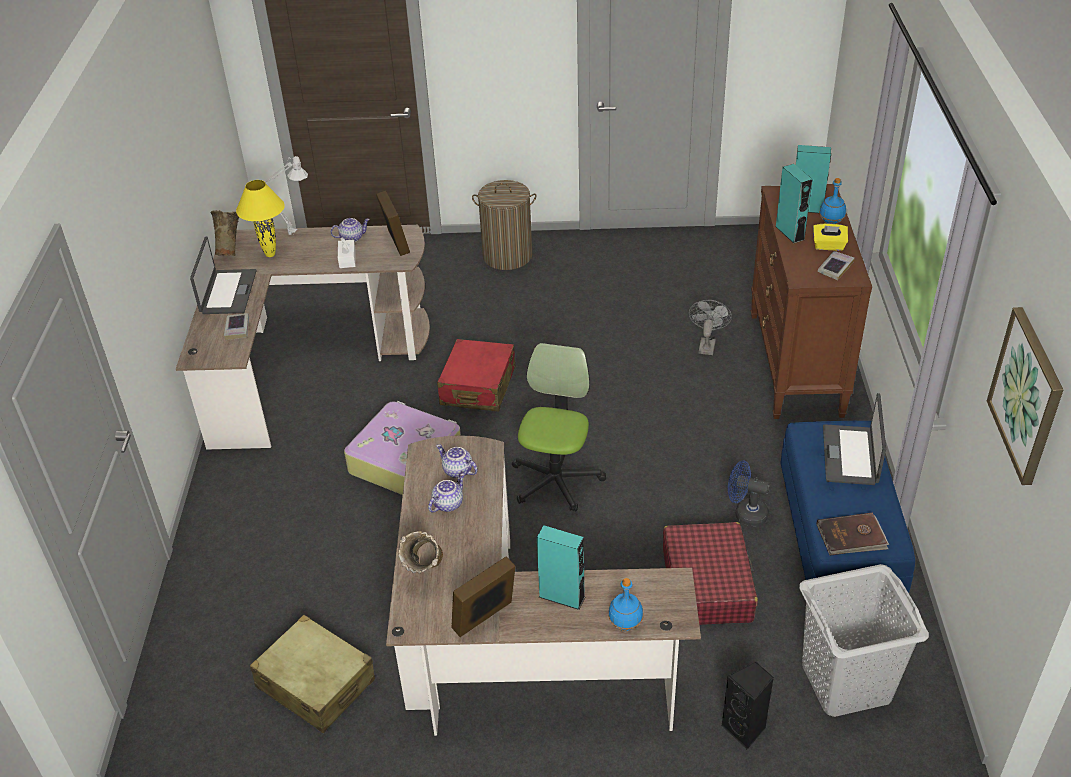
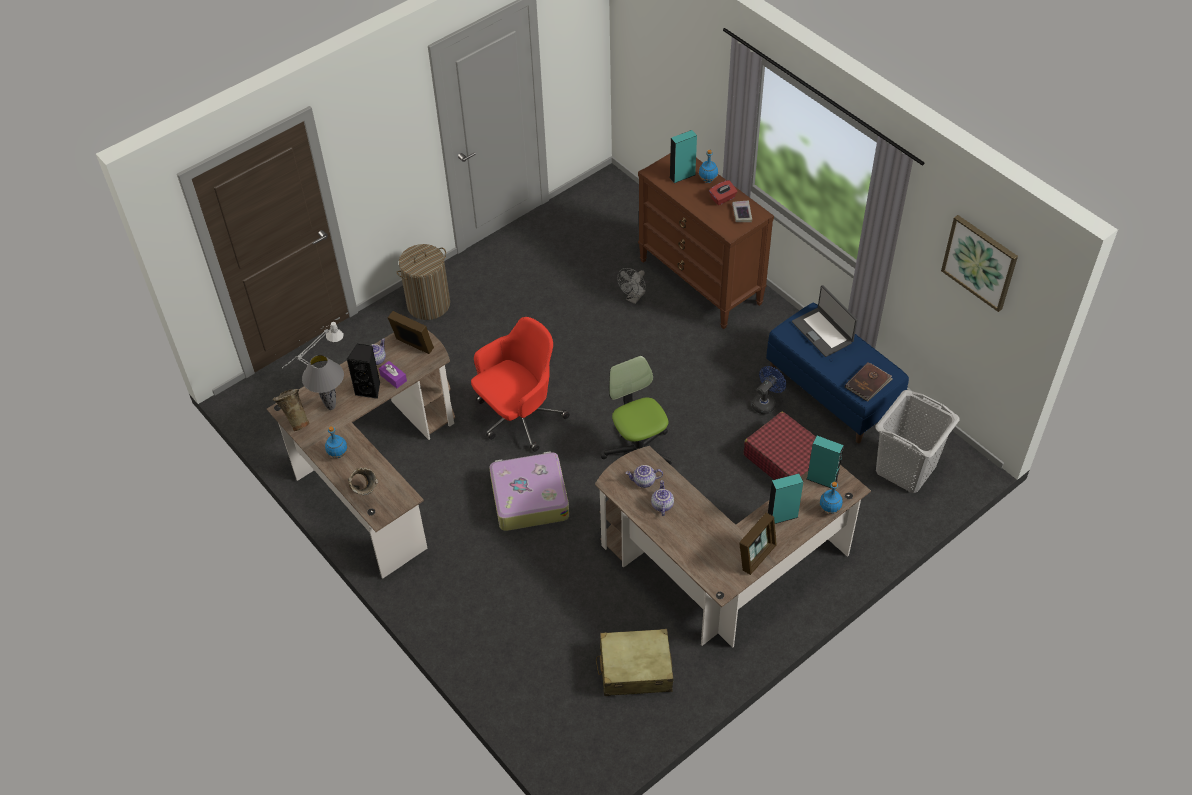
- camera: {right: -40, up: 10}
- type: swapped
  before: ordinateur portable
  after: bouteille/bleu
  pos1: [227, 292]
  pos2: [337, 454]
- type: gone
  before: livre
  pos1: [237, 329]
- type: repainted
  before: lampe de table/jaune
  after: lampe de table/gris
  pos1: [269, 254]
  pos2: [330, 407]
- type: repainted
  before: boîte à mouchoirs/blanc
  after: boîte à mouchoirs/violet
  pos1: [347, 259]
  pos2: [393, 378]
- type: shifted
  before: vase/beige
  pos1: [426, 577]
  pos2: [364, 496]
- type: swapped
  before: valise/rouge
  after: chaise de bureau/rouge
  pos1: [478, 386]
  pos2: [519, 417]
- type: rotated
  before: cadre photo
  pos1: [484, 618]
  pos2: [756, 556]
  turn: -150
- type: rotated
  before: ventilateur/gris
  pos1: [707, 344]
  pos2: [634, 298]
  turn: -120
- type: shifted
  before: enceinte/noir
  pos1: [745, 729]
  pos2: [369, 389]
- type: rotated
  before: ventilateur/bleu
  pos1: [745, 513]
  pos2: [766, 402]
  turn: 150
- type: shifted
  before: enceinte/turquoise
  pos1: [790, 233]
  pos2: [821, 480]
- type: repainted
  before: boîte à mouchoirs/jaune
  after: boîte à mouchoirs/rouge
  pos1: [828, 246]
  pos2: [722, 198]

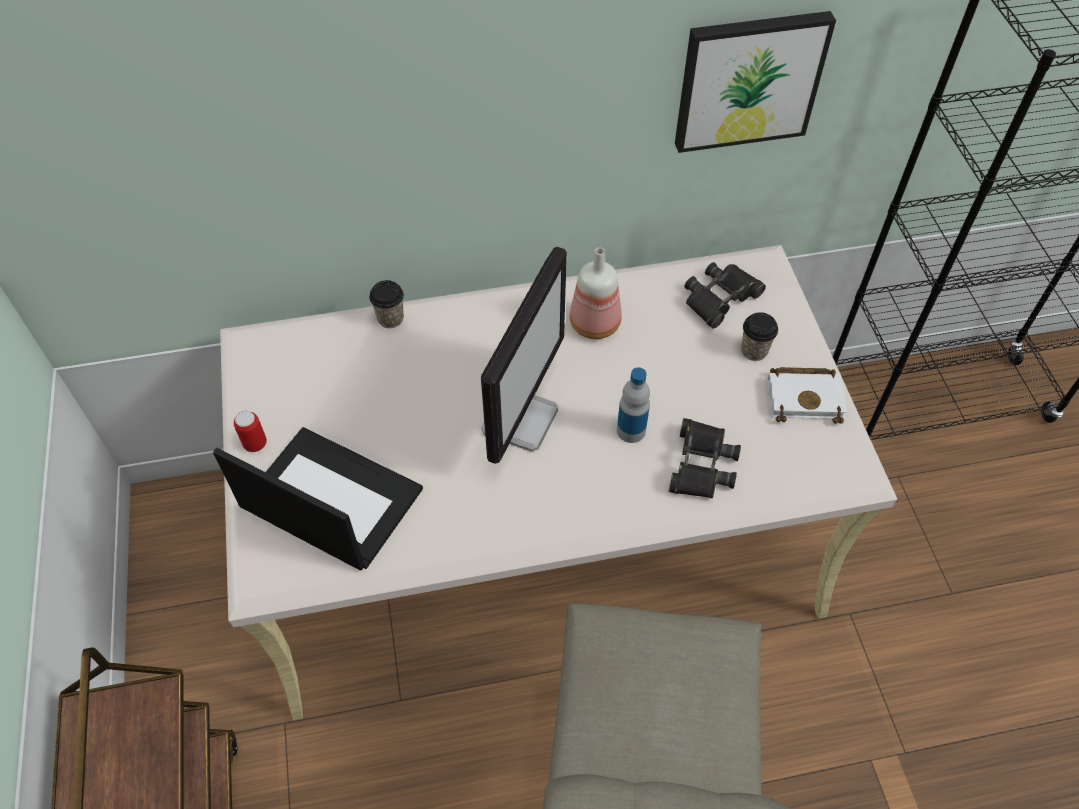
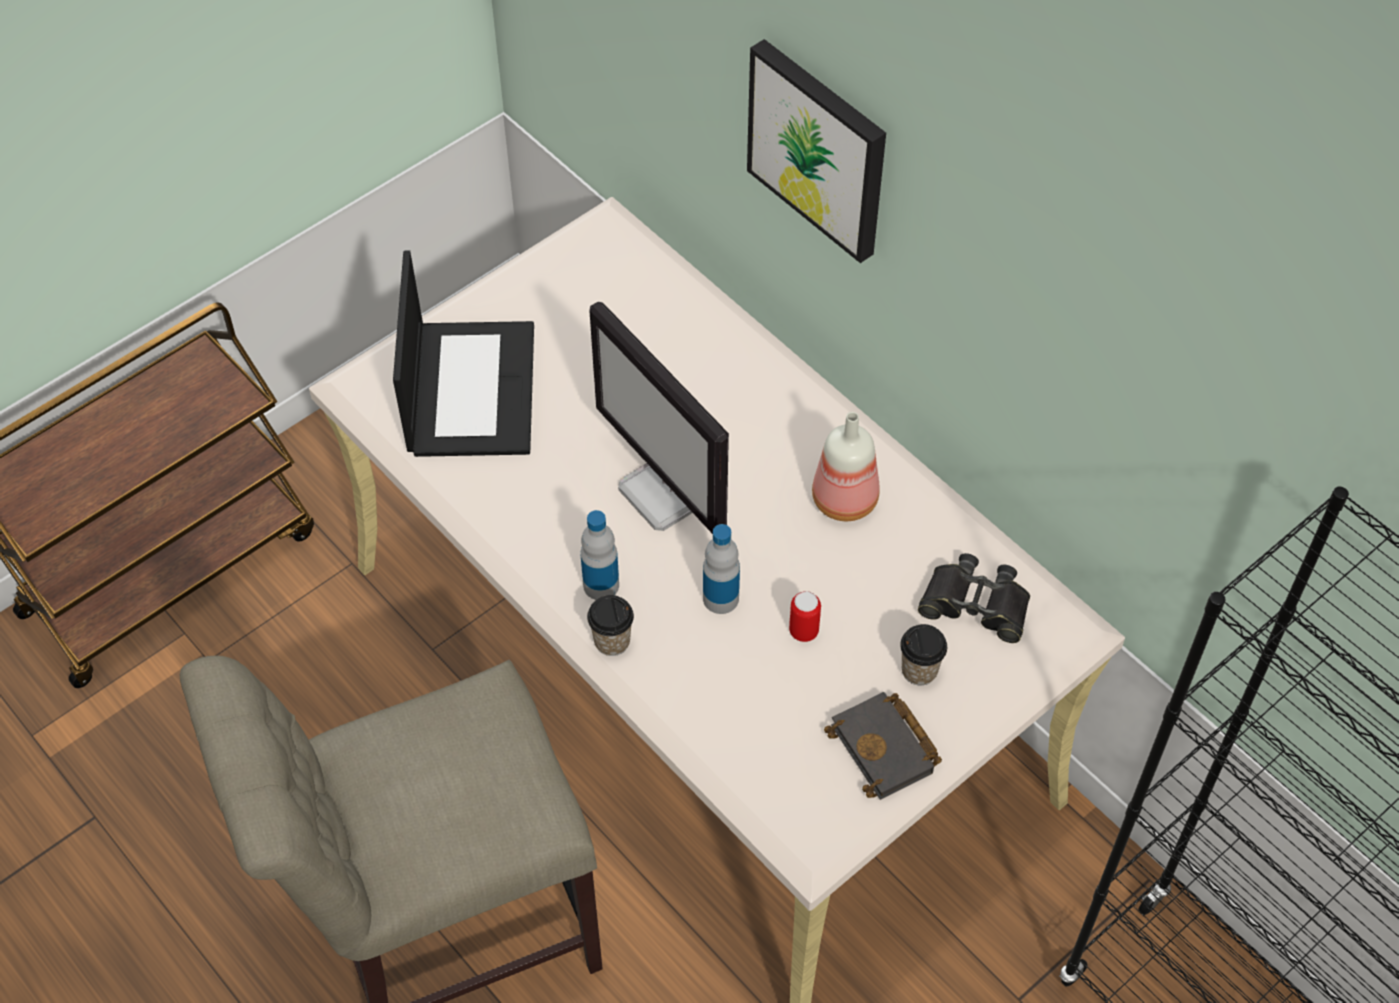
- camera: {right: 60, up: 0}
- type: shifted
  before: boîte métallique
  pos1: [255, 444]
  pos2: [803, 631]
- type: shifted
  before: tasse
  pos1: [390, 318]
  pos2: [612, 641]
- type: rotated
  before: écran d'ordinateur
  pos1: [520, 418]
  pos2: [668, 493]
  turn: 60
- type: gone
  before: jumelles/noir
  pos1: [701, 465]
- type: shifted
  before: tableau
  pos1: [748, 80]
  pos2: [819, 148]
- type: repainted
  before: livre/blanc
  after: livre/noir
  pos1: [806, 397]
  pos2: [887, 750]
- type: new
  after: bouteille
  pos2: [601, 585]

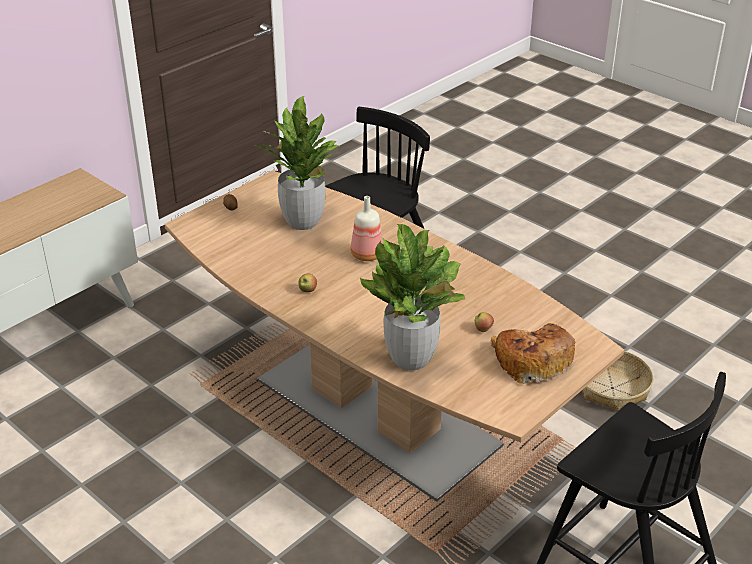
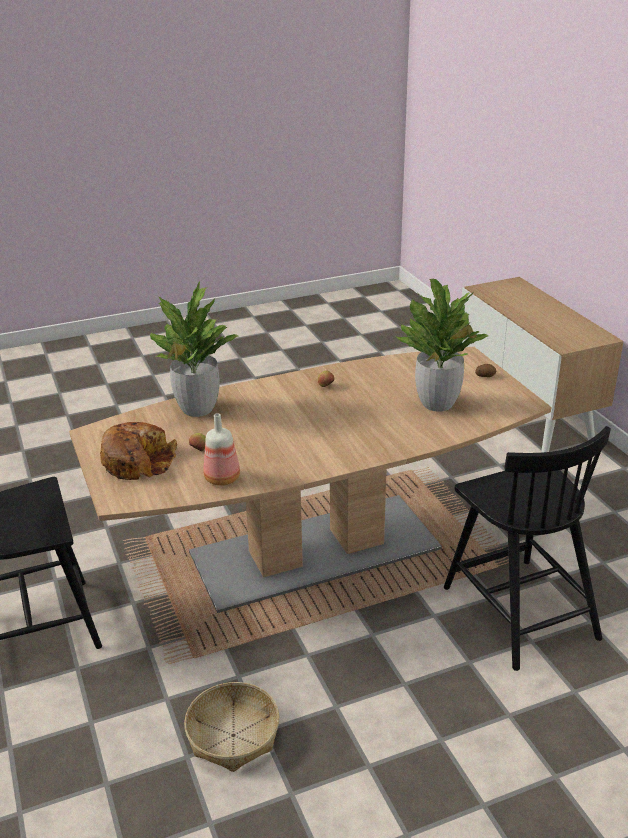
- camera: {right: 115, up: -5}
- type: shifted
  before: bouteille
  pos1: [366, 255]
  pos2: [221, 478]

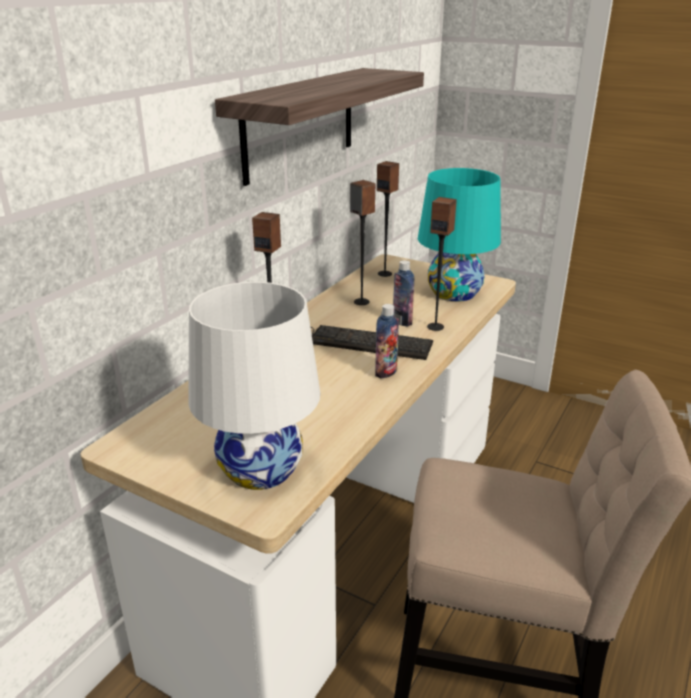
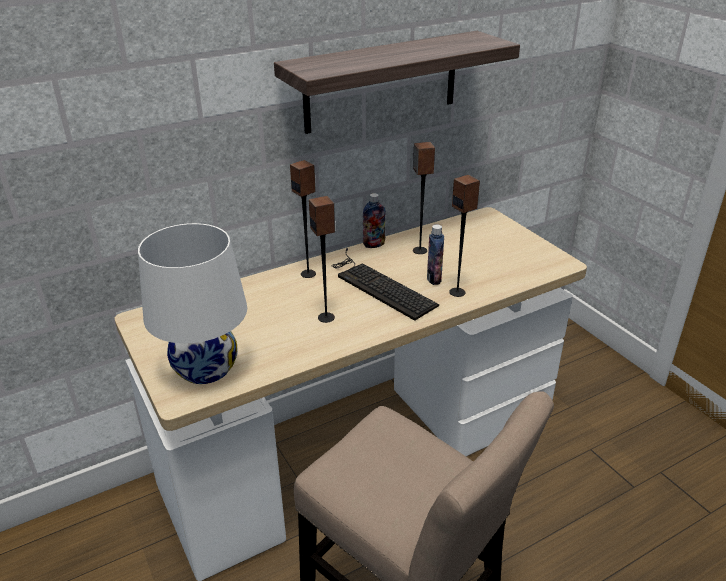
- camera: {right: 30, up: 5}
- type: shifted
  before: bouteille
  pos1: [386, 372]
  pos2: [374, 244]
- type: shifted
  before: enceinte
  pos1: [385, 273]
  pos2: [326, 317]
- type: gone
  before: lampe de table/turquoise
  pos1: [453, 293]

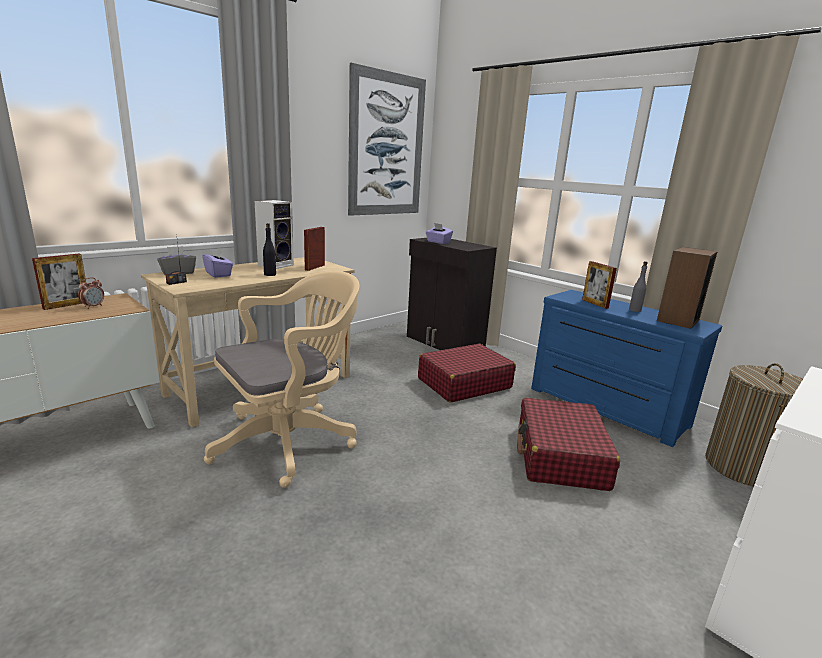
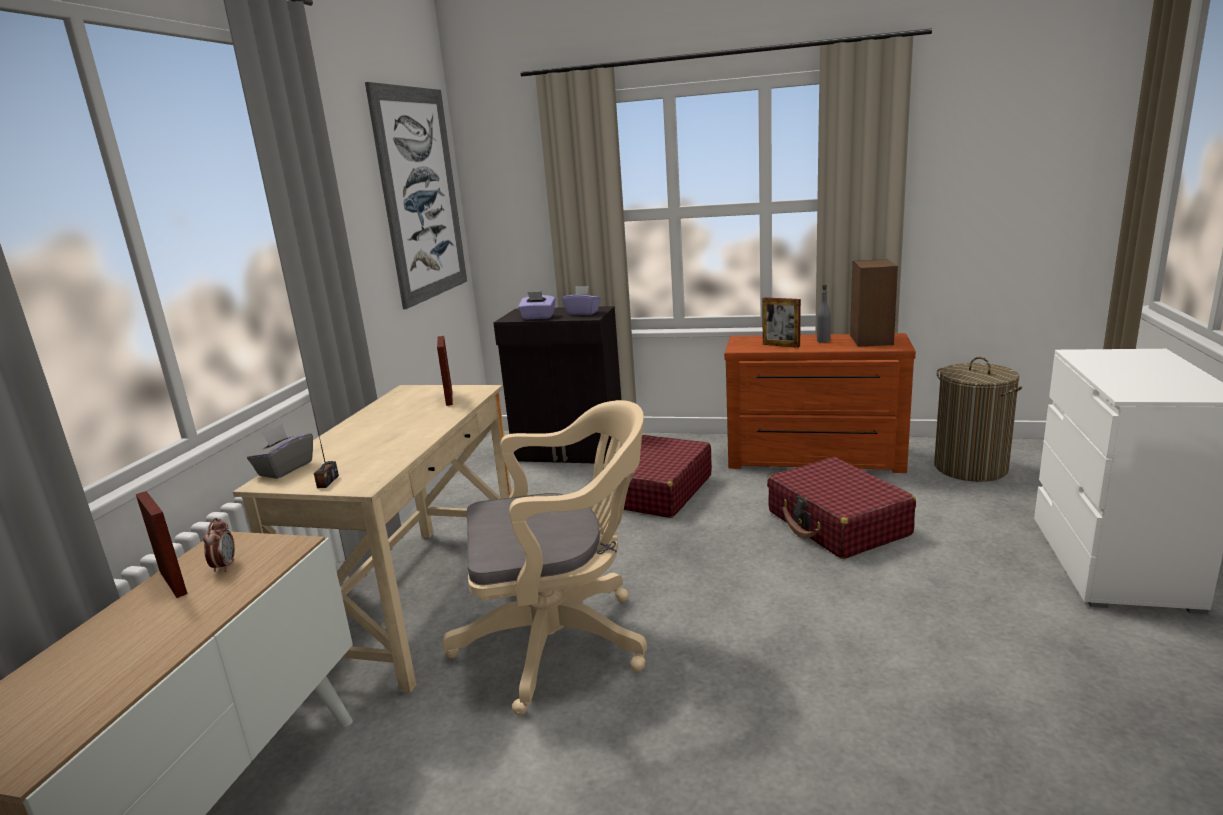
- camera: {right: -30, up: 0}
- type: rotated
  before: cadre photo
  pos1: [66, 305]
  pos2: [173, 582]
  turn: -45
- type: shifted
  before: boîte à mouchoirs/violet
  pos1: [218, 274]
  pos2: [582, 313]
- type: rotated
  before: chaise de bureau/beige
  pos1: [290, 440]
  pos2: [562, 641]
  turn: 60
- type: gone
  before: enceinte
  pos1: [276, 265]
- type: gone
  before: bouteille/noir
  pos1: [270, 274]
- type: repainted
  before: commode/bleu
  after: commode/marron
  pos1: [605, 408]
  pos2: [815, 459]

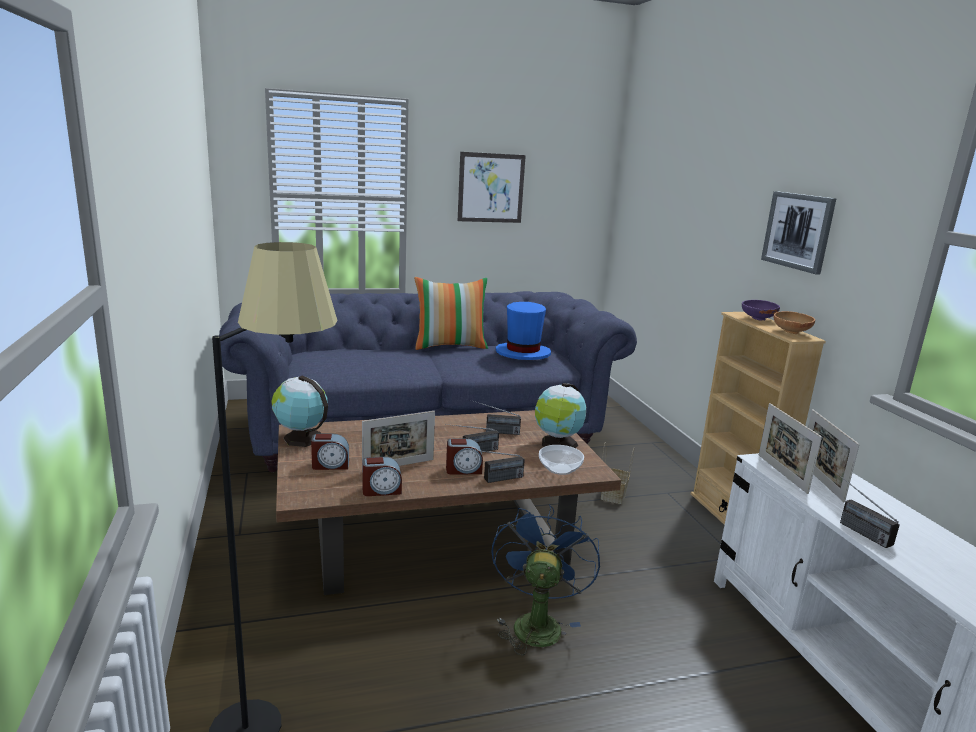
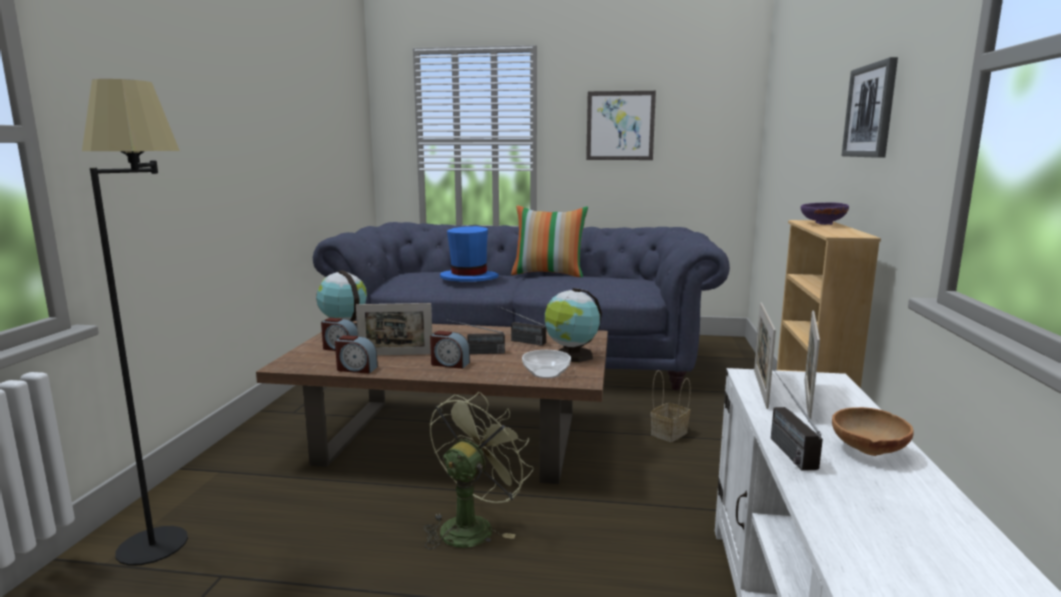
- camera: {right: 25, up: -5}
- type: gone
  before: radio
  pos1: [494, 480]
- type: repainted
  before: ventilateur/bleu
  after: ventilateur/vert
  pos1: [536, 622]
  pos2: [472, 525]
- type: shifted
  before: chapeau/bleu
  pos1: [522, 353]
  pos2: [469, 278]
- type: shifted
  before: bol/marron
  pos1: [790, 332]
  pos2: [866, 451]

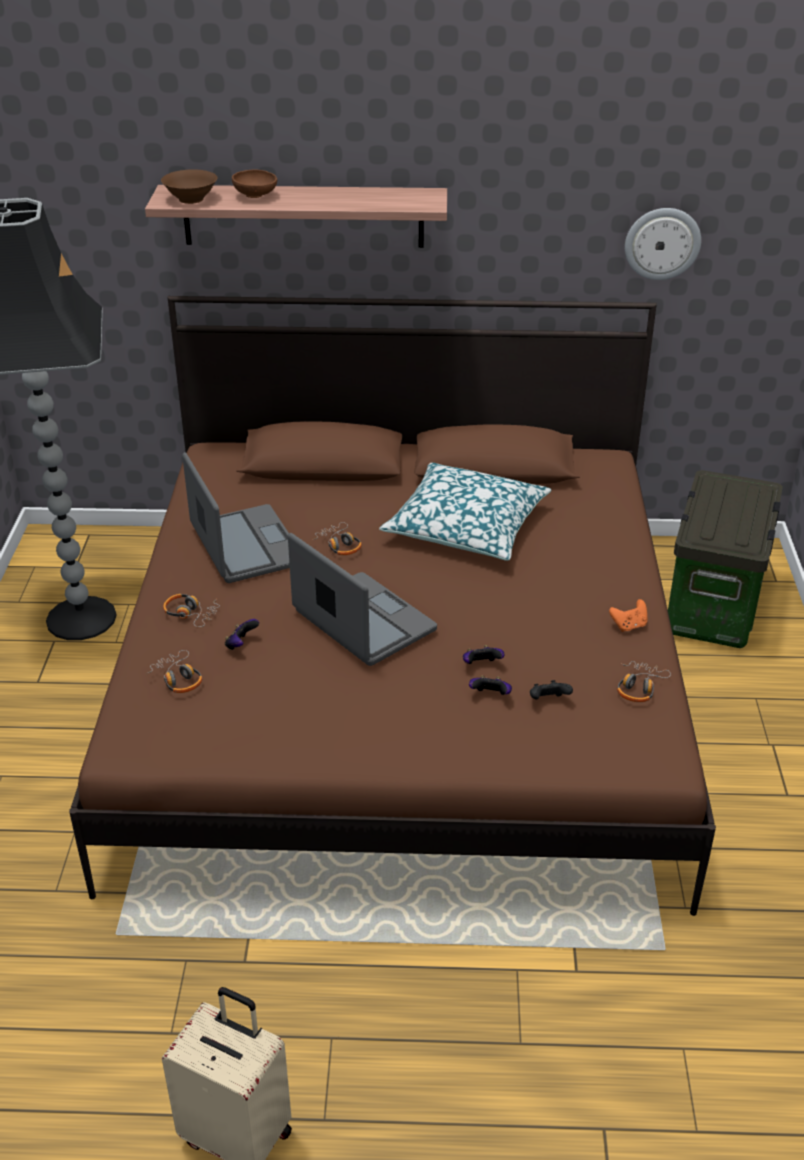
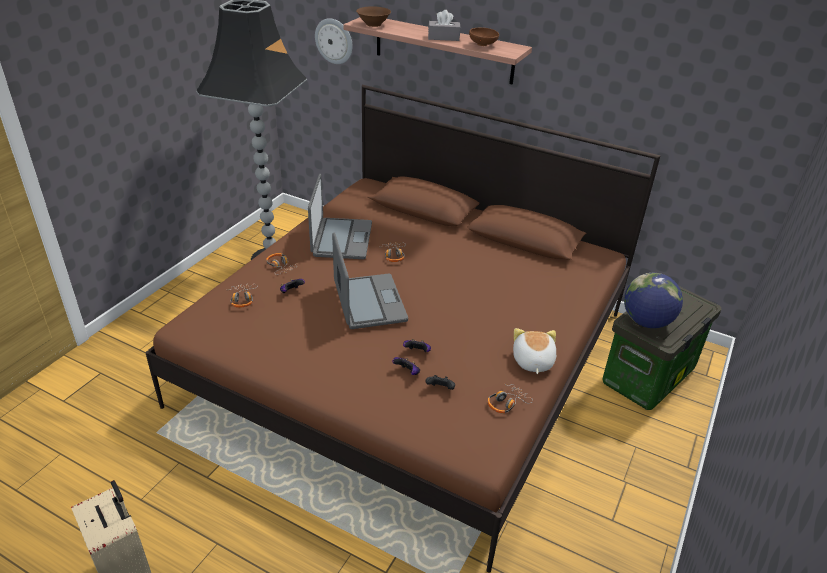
- camera: {right: 25, up: 0}
- type: shifted
  before: bol/marron
  pos1: [256, 196]
  pos2: [483, 45]
- type: gone
  before: coussin
  pos1: [466, 526]
- type: swapped
  before: manette/orange
  after: peluche
  pos1: [629, 626]
  pos2: [532, 361]
- type: shifted
  before: horloge murale
  pos1: [662, 243]
  pos2: [334, 41]
- type: new
  after: boîte à mouchoirs/gris
  pos2: [443, 37]
- type: new
  after: globe
  pos2: [646, 322]

